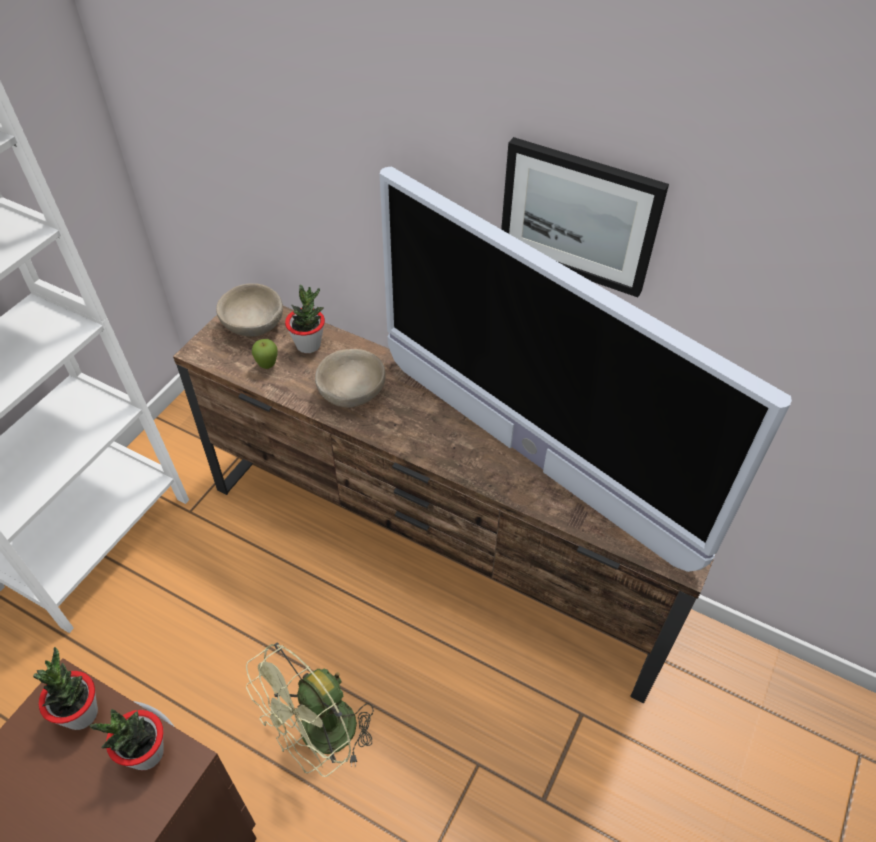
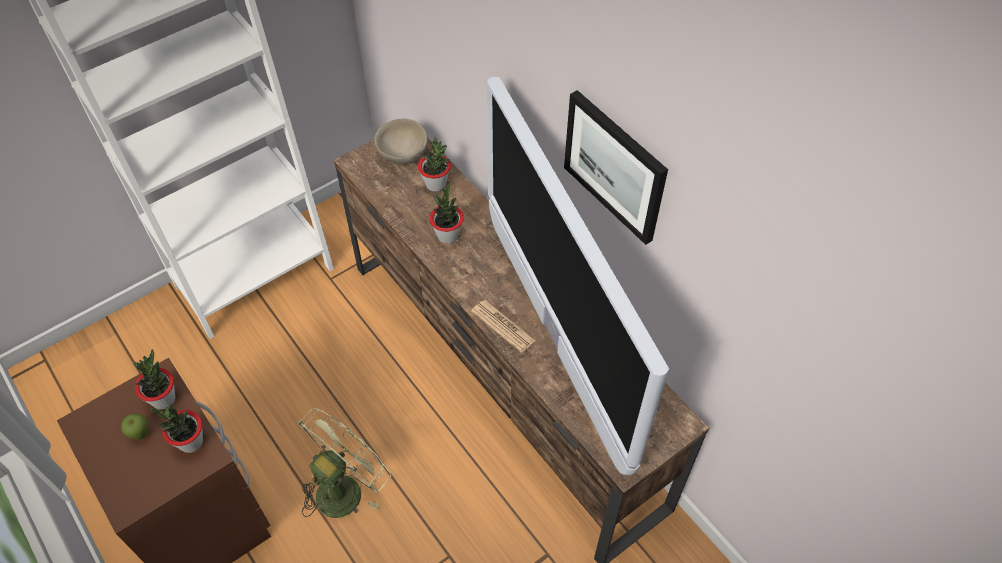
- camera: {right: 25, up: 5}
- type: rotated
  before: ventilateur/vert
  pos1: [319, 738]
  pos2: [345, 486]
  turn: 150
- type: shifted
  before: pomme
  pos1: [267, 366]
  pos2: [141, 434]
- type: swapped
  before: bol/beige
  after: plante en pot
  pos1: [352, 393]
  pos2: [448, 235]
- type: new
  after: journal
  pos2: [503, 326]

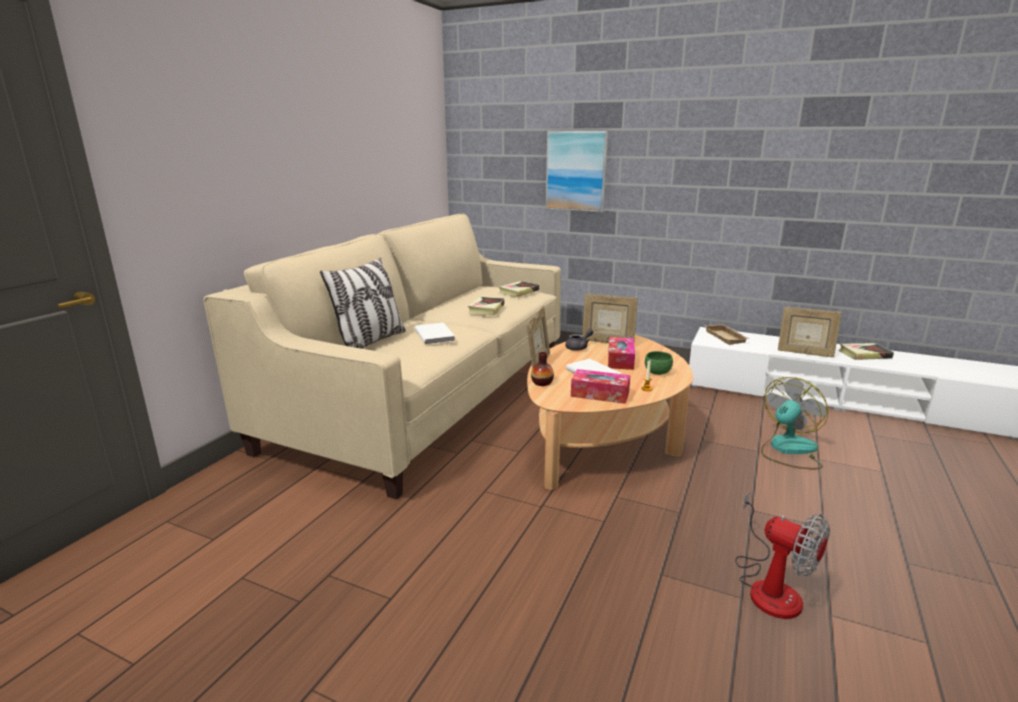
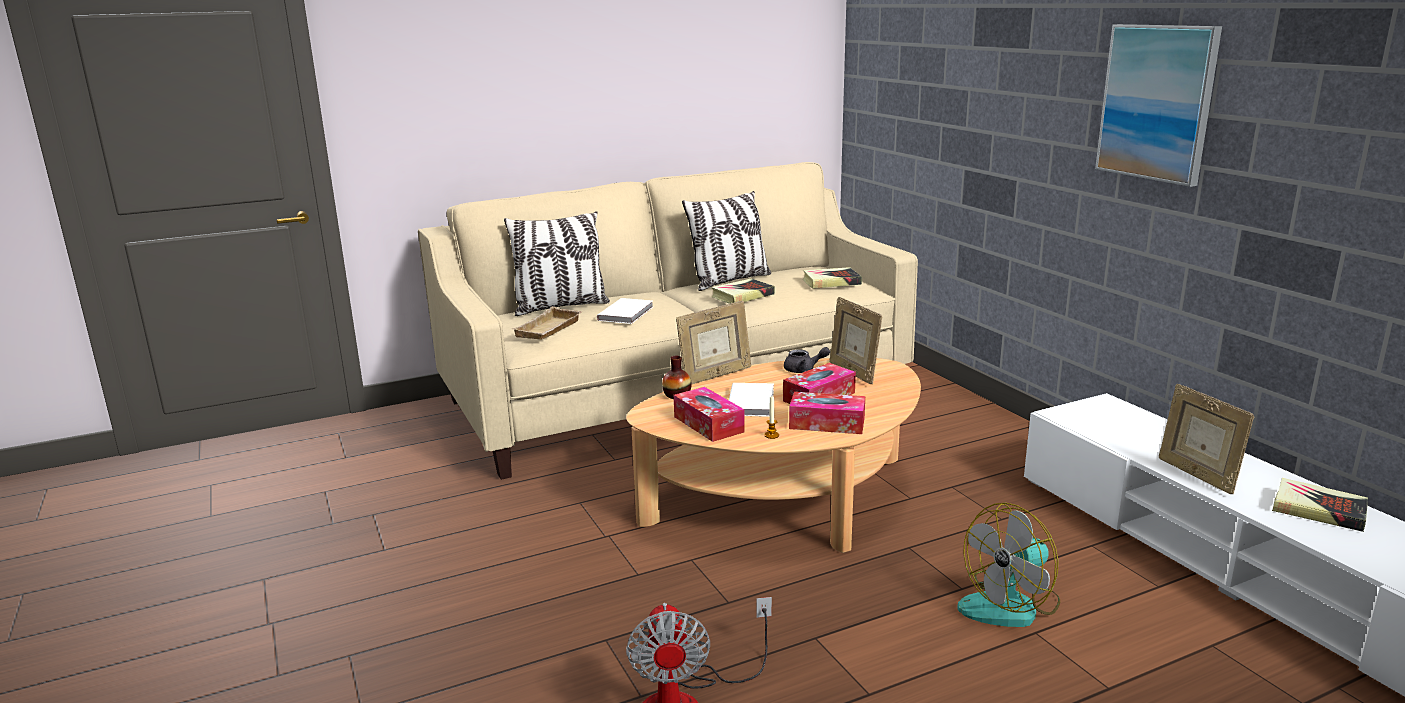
- camera: {right: 40, up: 0}
- type: shifted
  before: tableau
  pos1: [576, 171]
  pos2: [1157, 102]
- type: swapped
  before: bol/vert
  after: boîte à mouchoirs
  pos1: [657, 373]
  pos2: [827, 423]
- type: shifted
  before: plateau/beige
  pos1: [727, 337]
  pos2: [549, 330]
- type: rotated
  before: ventilateur
  pos1: [788, 450]
  pos2: [1010, 605]
  turn: 150
- type: new
  after: coussin
  pos2: [729, 281]

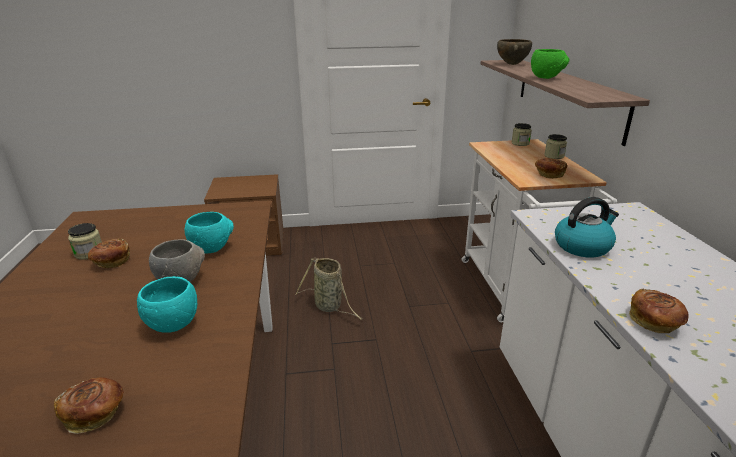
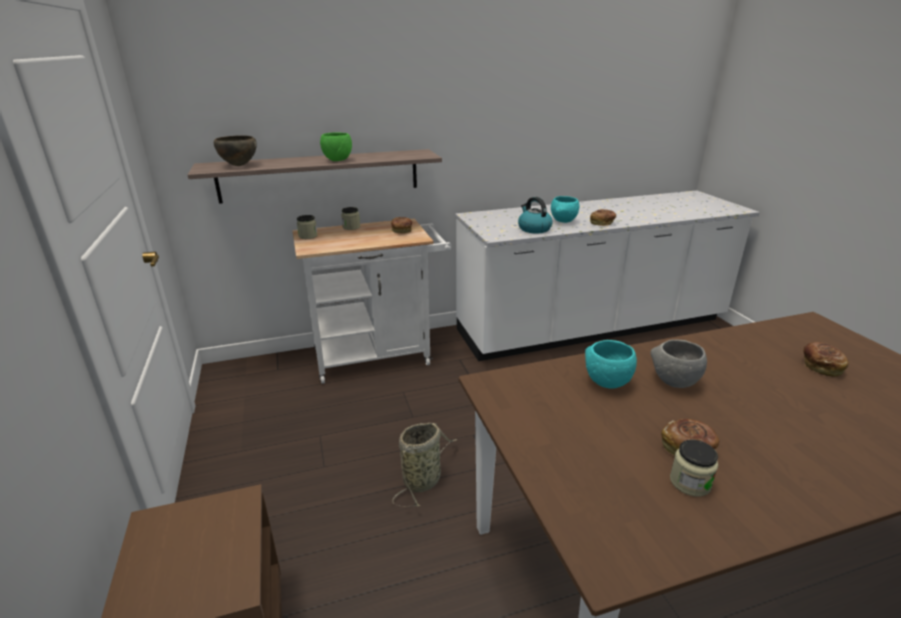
- camera: {right: -100, up: 0}
- type: shifted
  before: bol/turquoise
  pos1: [173, 325]
  pos2: [563, 222]

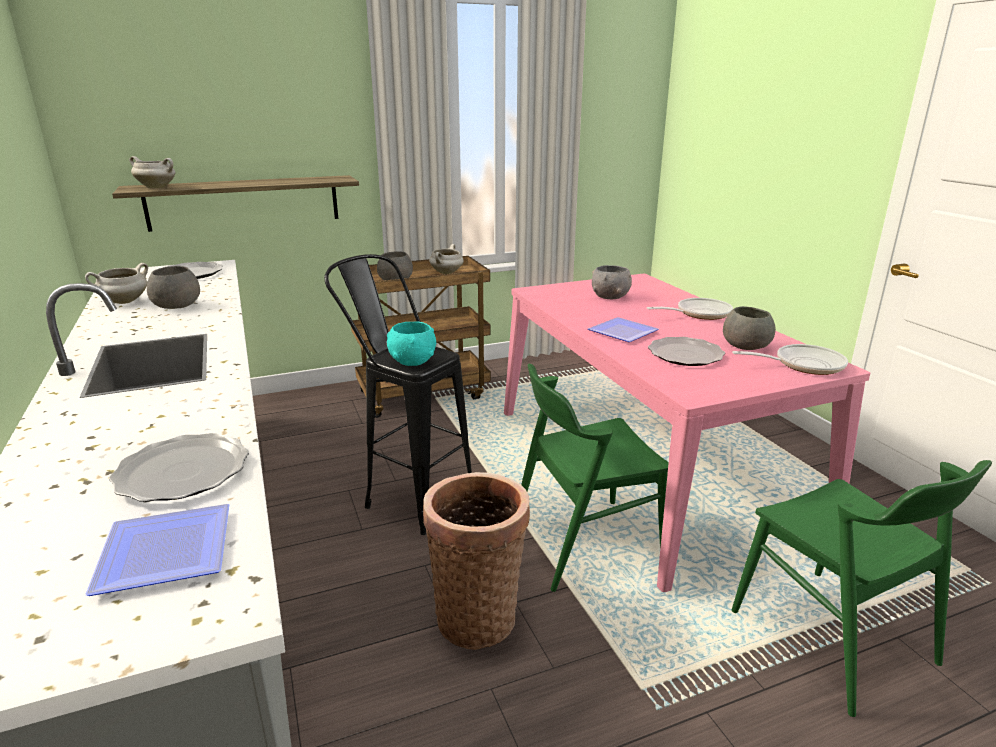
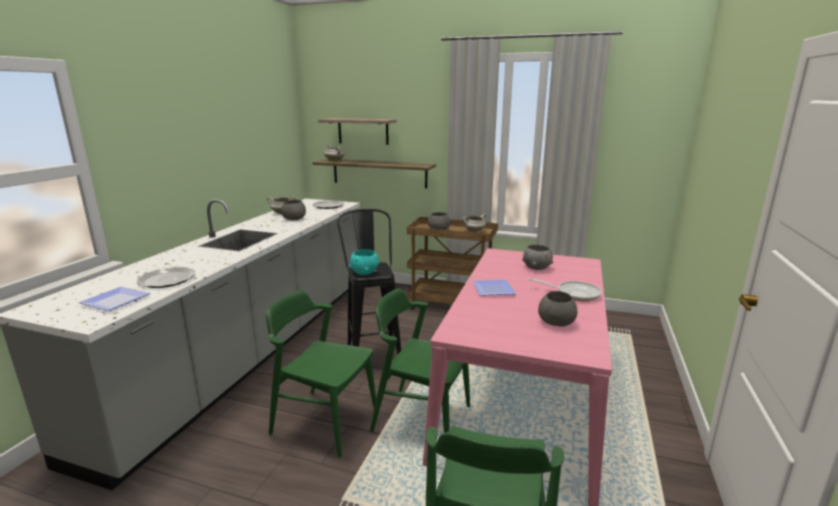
- camera: {right: 40, up: -5}
- type: swapped
  before: panier
  after: chaise/vert
  pos1: [478, 614]
  pos2: [324, 421]
- type: gone
  before: assiette
  pos1: [685, 354]
- type: gone
  before: poêle
  pos1: [803, 365]
- type: new
  after: étagère
  pos2: [363, 131]

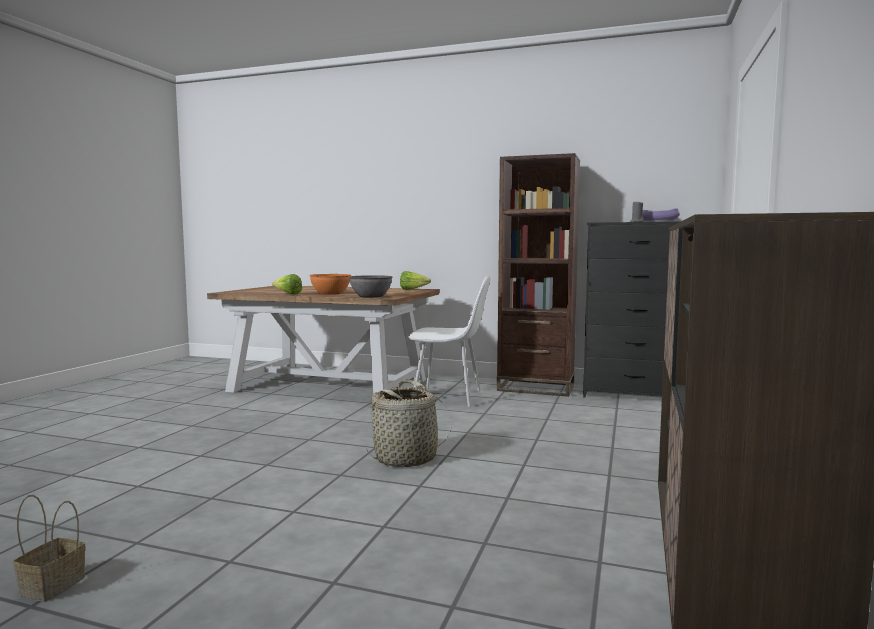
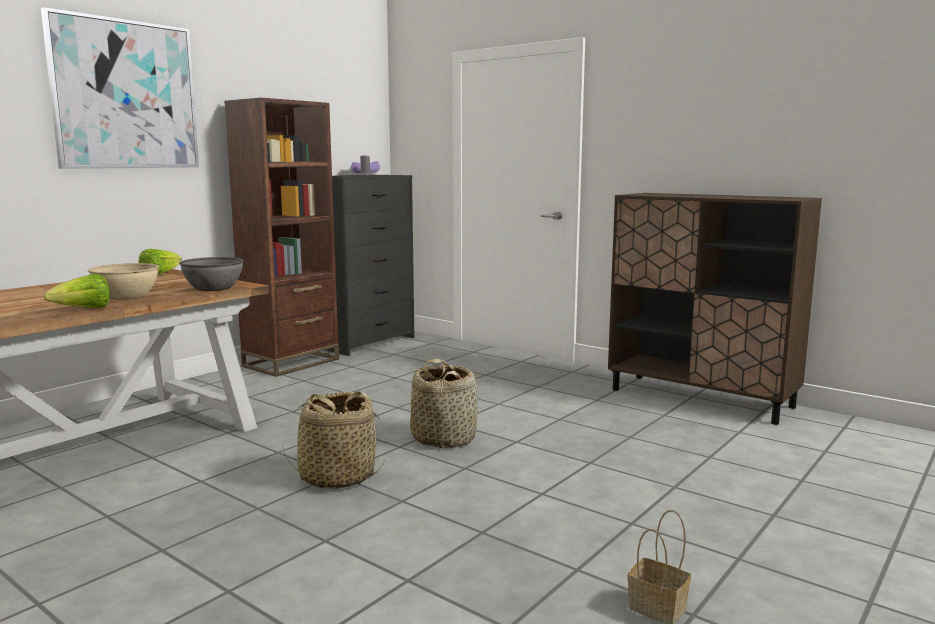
- camera: {right: -70, up: 5}
- type: repainted
  before: bol/orange
  after: bol/beige
  pos1: [330, 293]
  pos2: [126, 296]
- type: gone
  before: chaise/blanc
  pos1: [449, 397]
- type: new
  after: tableau
  pos2: [125, 95]
- type: new
  after: panier
  pos2: [337, 476]

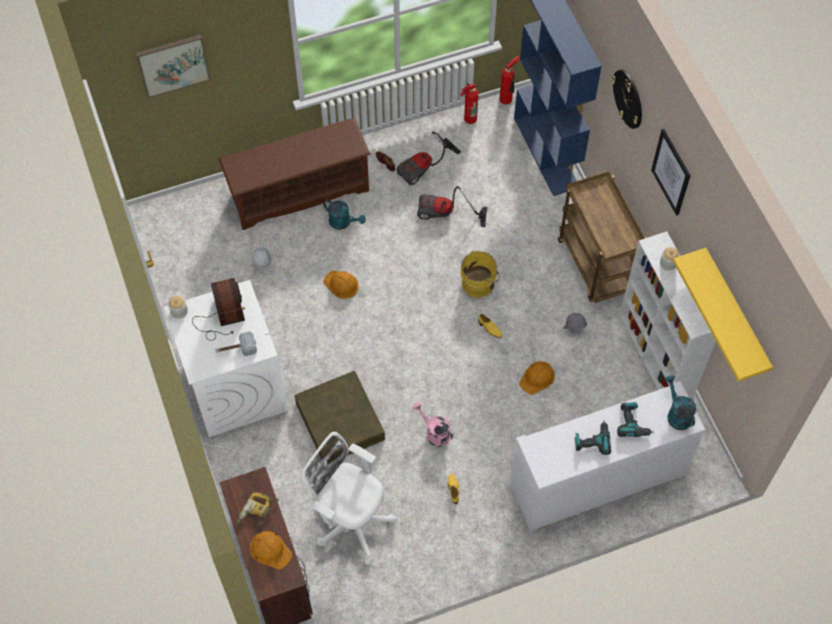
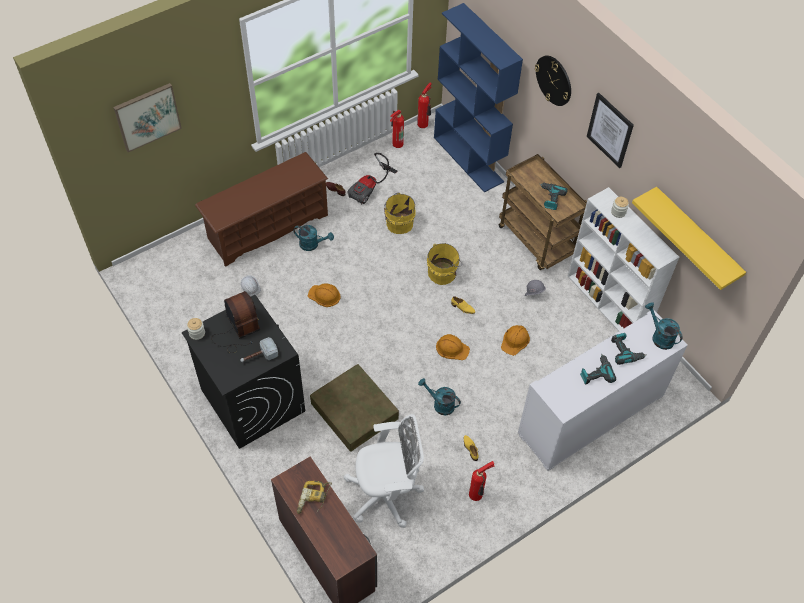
- camera: {right: -15, up: -5}
- type: repainted
  before: lave-linge/blanc
  after: lave-linge/noir
  pos1: [235, 386]
  pos2: [252, 400]
- type: shifted
  before: casque de chantier/orange
  pos1: [270, 550]
  pos2: [452, 348]
- type: rotated
  before: chaise de bureau/blanc
  pos1: [350, 520]
  pos2: [387, 495]
  turn: 150
- type: repainted
  before: arrosoir/rose
  after: arrosoir/turquoise
  pos1: [434, 433]
  pos2: [440, 404]
- type: swapped
  before: aspirateur
  after: seau/jaune
  pos1: [445, 215]
  pos2: [398, 223]
- type: new
  after: extincteur
  pos2: [477, 495]
- type: new
  after: perceuse
  pos2: [550, 198]

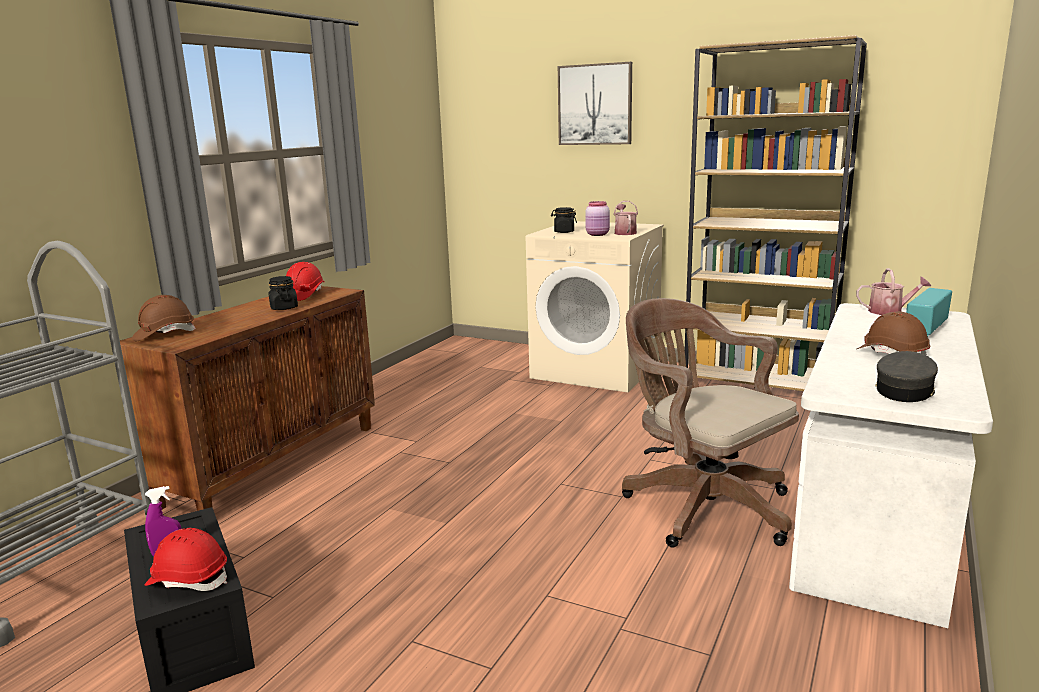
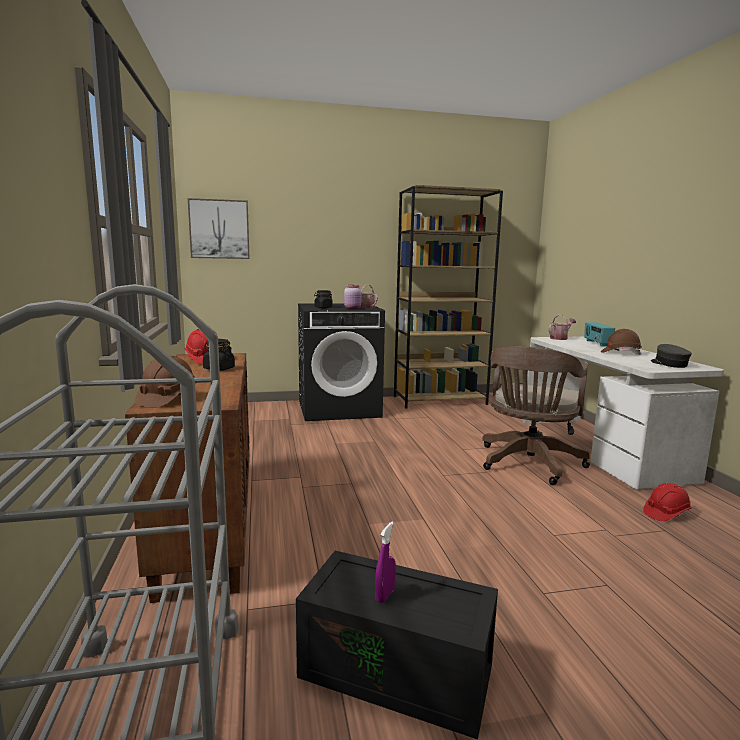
- camera: {right: -40, up: -5}
- type: shifted
  before: casque de chantier/rouge
  pos1: [188, 580]
  pos2: [666, 513]
- type: repainted
  before: lave-linge/beige
  after: lave-linge/noir
  pos1: [597, 370]
  pos2: [339, 409]
- type: shifted
  before: tableau
  pos1: [595, 104]
  pos2: [219, 229]
- type: rotated
  before: chaise de bureau/marron
  pos1: [701, 505]
  pos2: [529, 464]
  turn: -75

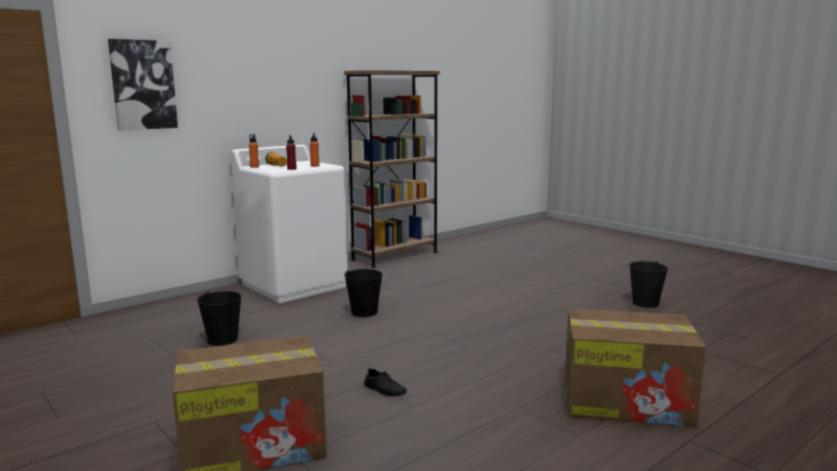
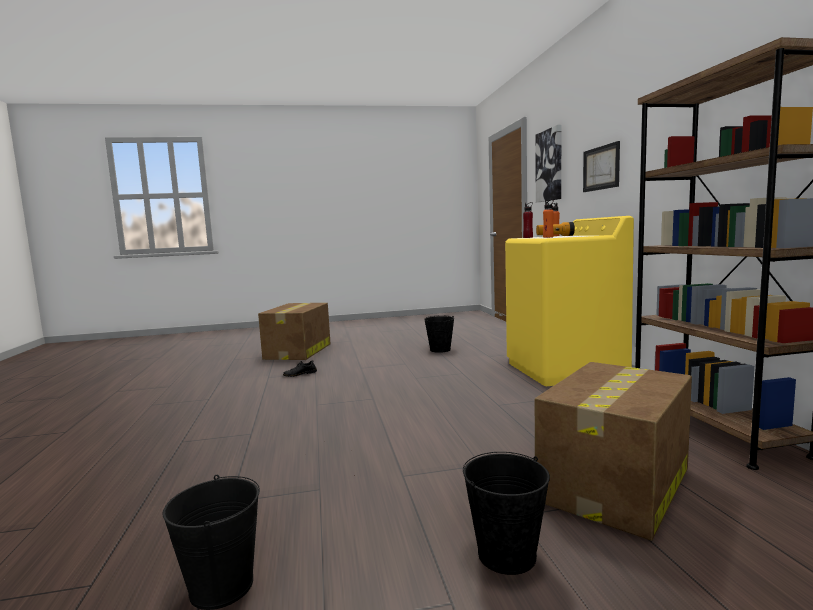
- camera: {right: 120, up: -5}
- type: repainted
  before: lave-linge/blanc
  after: lave-linge/jaune
  pos1: [294, 285]
  pos2: [565, 370]
- type: shifted
  before: seau/noir
  pos1: [364, 312]
  pos2: [507, 555]
- type: shifted
  before: carton
  pos1: [628, 402]
  pos2: [614, 486]
- type: new
  after: tableau
  pos2: [601, 168]

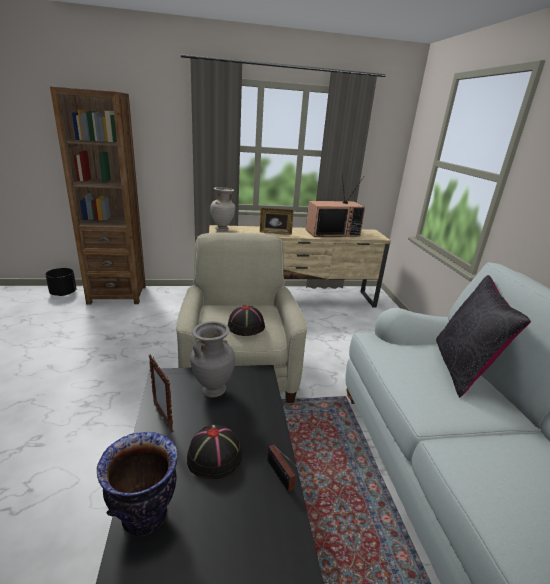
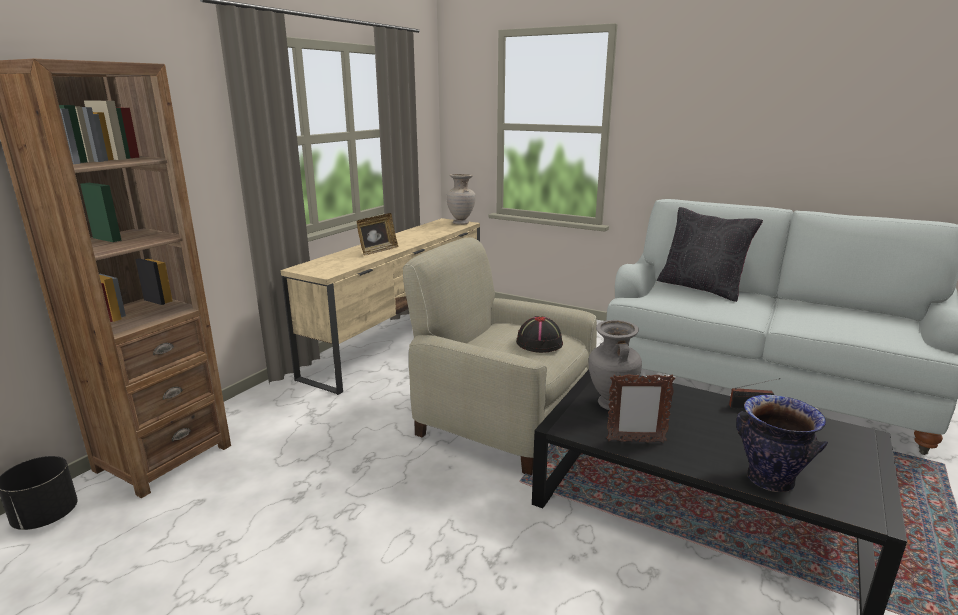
- camera: {right: -50, up: -5}
- type: gone
  before: chapeau/noir
  pos1: [215, 456]
- type: shifted
  before: vase/beige
  pos1: [222, 229]
  pos2: [461, 223]
- type: gone
  before: téléviseur
  pos1: [332, 232]

